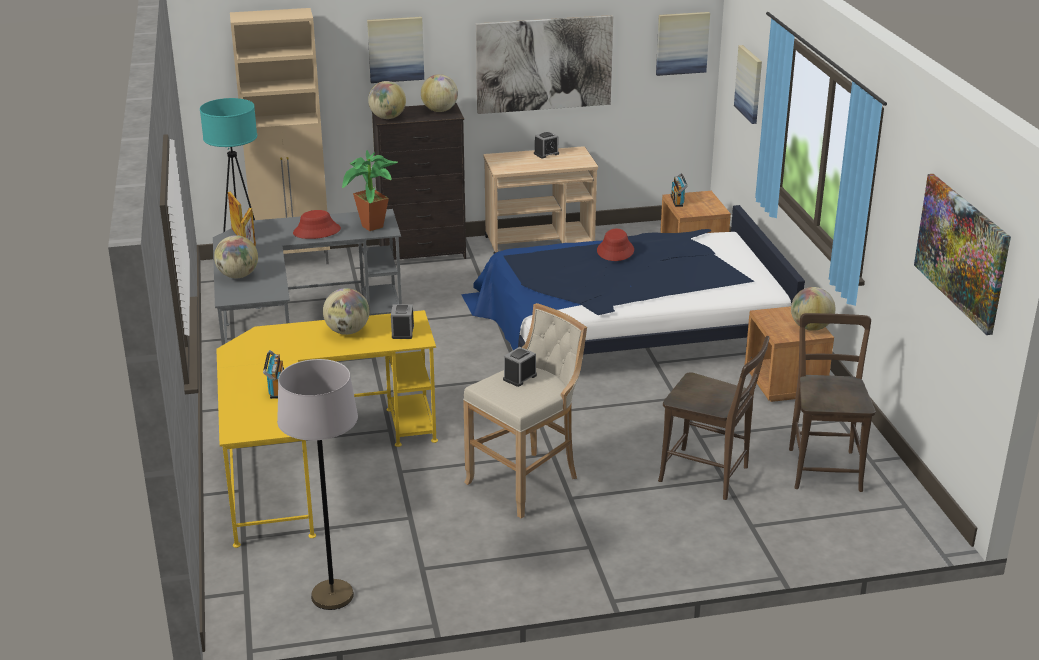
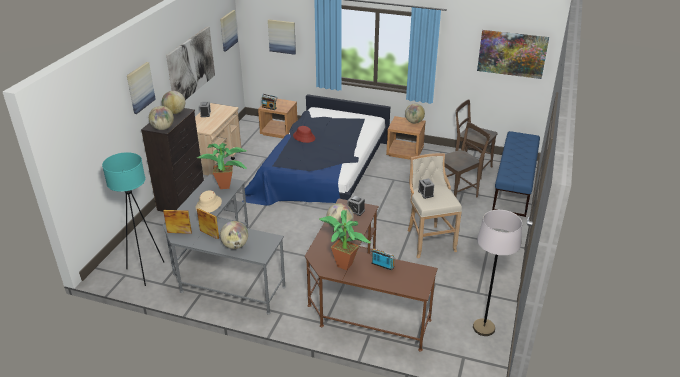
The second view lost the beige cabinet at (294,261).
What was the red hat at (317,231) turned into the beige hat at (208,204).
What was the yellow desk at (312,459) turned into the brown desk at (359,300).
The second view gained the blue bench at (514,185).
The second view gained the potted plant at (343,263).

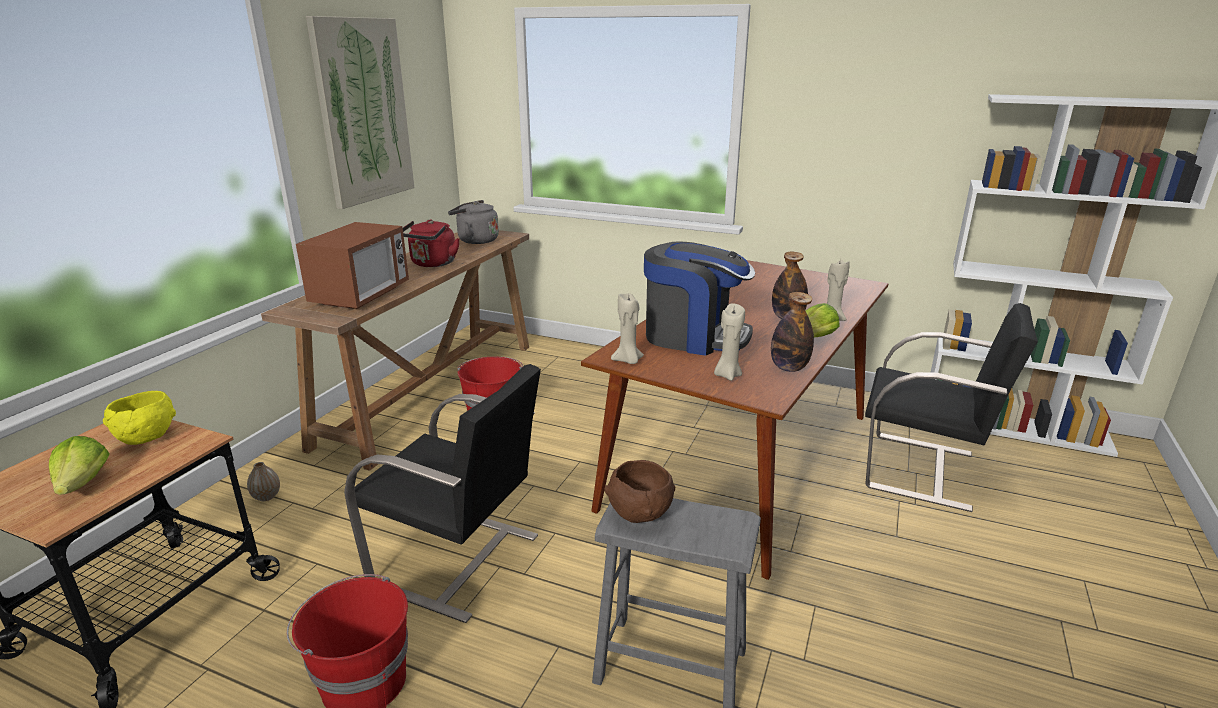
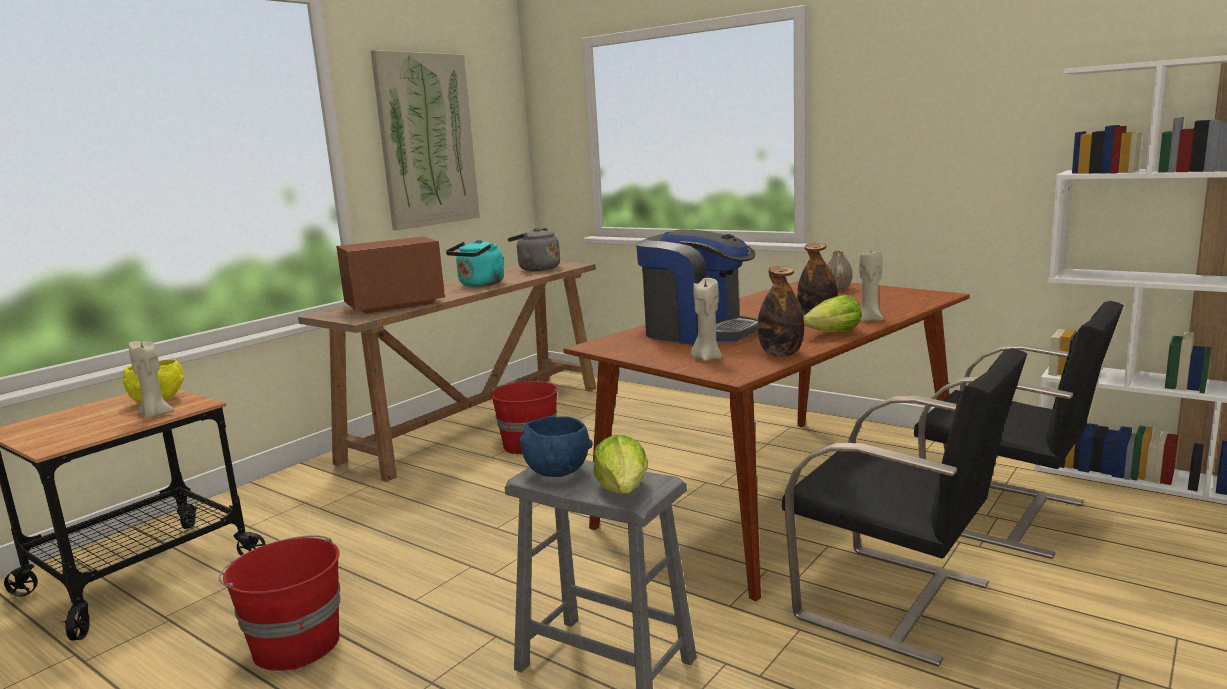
What was the red kettle at (432,264) turned into the turquoise kettle at (480,285).
The microwave at (361,296) ended up facing another way, 150 degrees counterclockwise from before.
The beige candle ended up elsewhere, having gone from (628,361) to (155,415).
The black chair ended up elsewhere, having gone from (458,561) to (896,602).
The lettuce ended up elsewhere, having gone from (83,484) to (623,490).
What was the brown bowl at (640,515) turned into the blue bowl at (557,473).
The vase ended up elsewhere, having gone from (266,497) to (837,289).

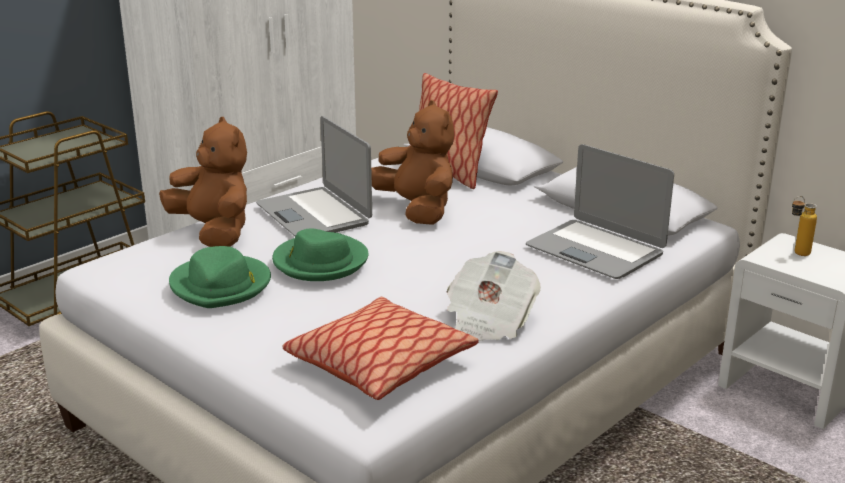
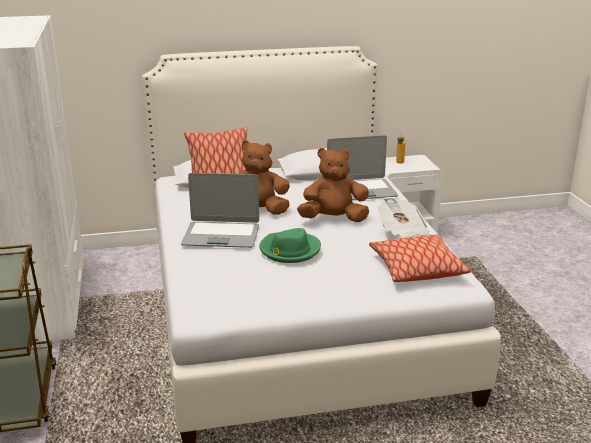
The brown plush toy ended up elsewhere, having gone from (214,232) to (333,219).
The second view lost the green hat at (221,285).

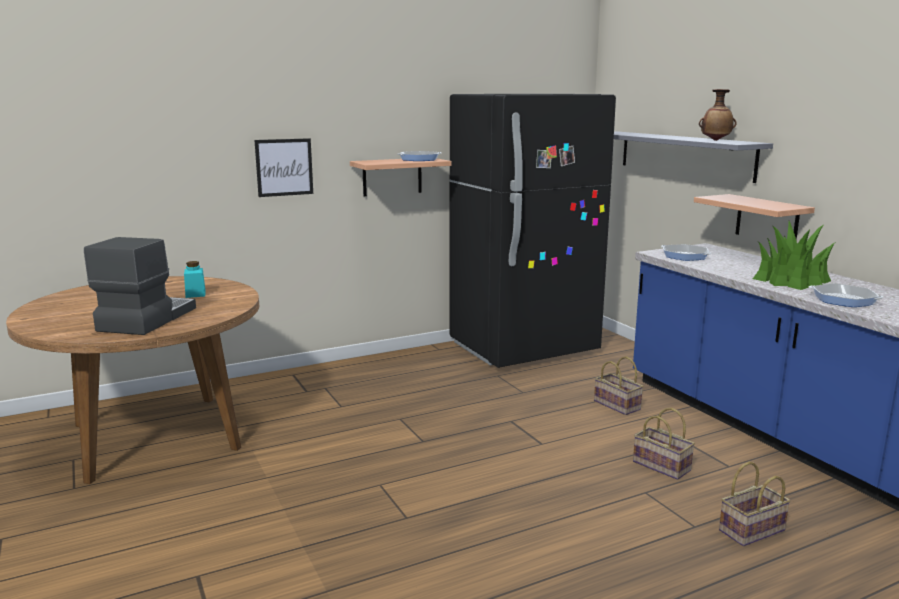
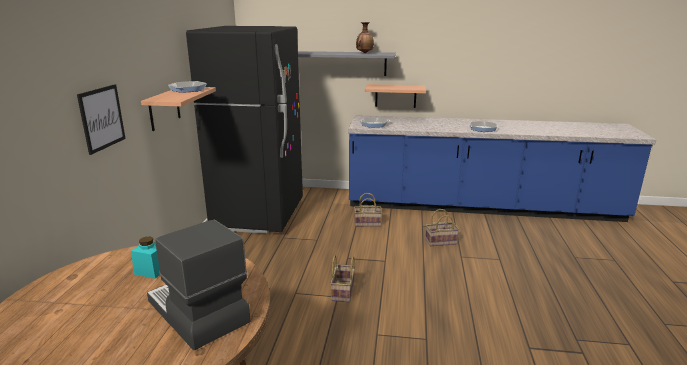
The second view lost the potted plant at (791,280).
The basket ended up elsewhere, having gone from (751,531) to (343,292).

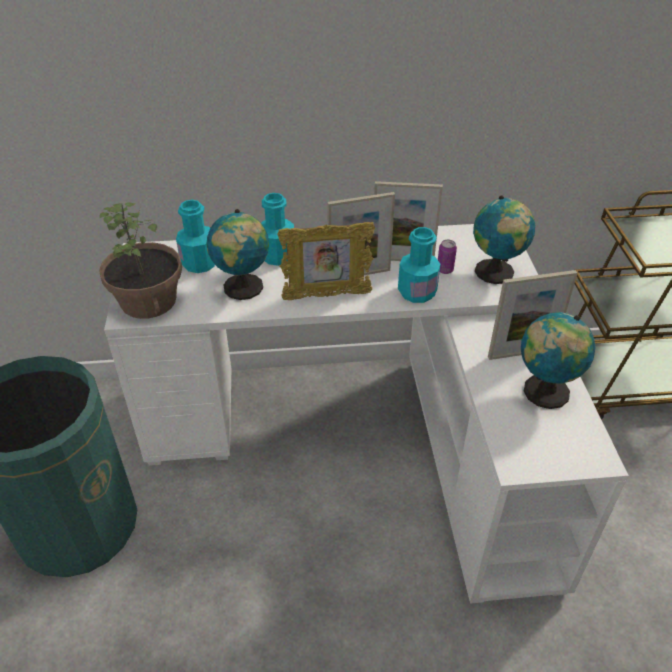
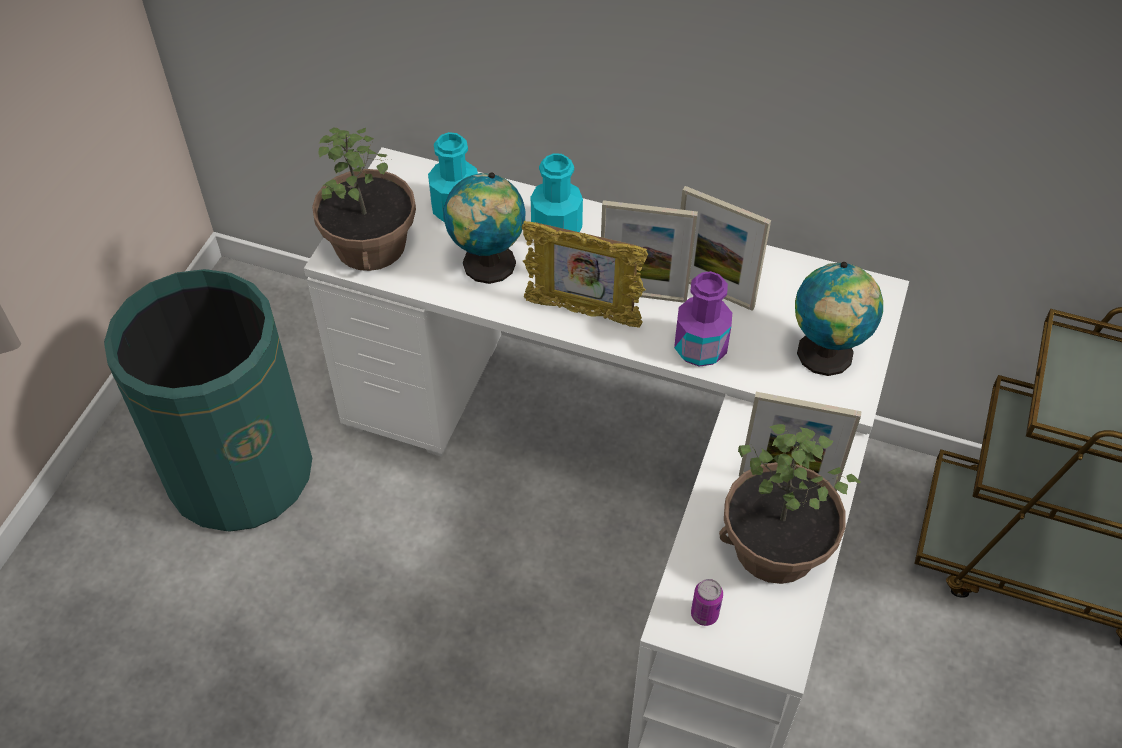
What was the turquoise bottle at (417,292) turned into the purple bottle at (700,348).
The can ended up elsewhere, having gone from (445,270) to (704,614).
Where the globe stood at (543,393), the potted plant came to stand at (775,548).

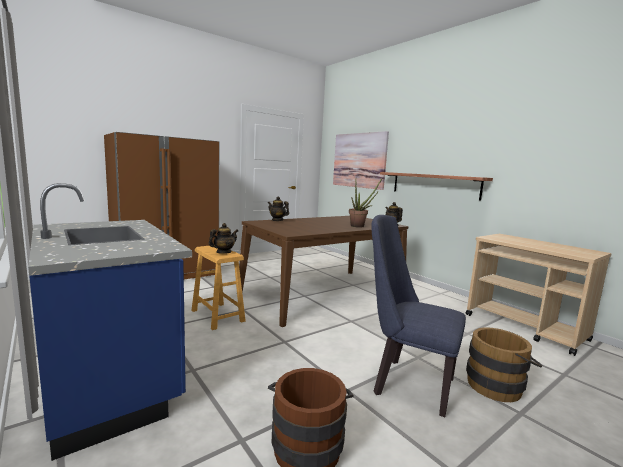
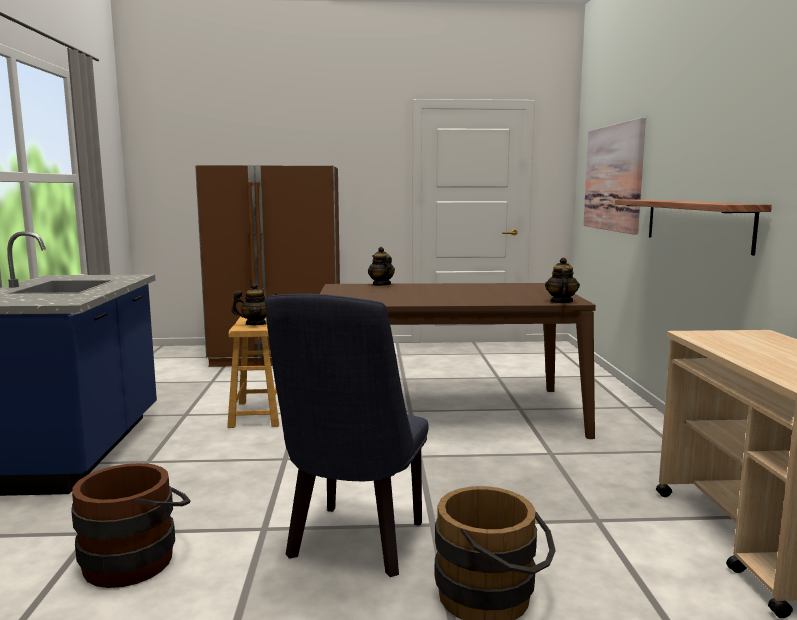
The second view lost the potted plant at (360,226).
The blue chair at (406,383) ended up facing another way, 135 degrees counterclockwise from before.

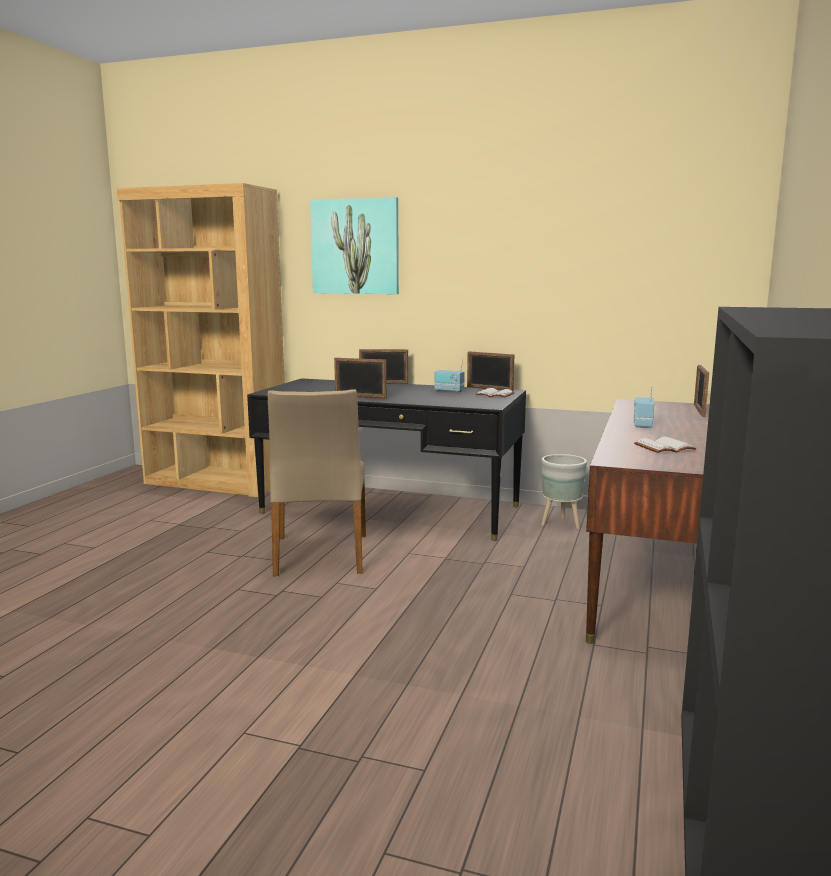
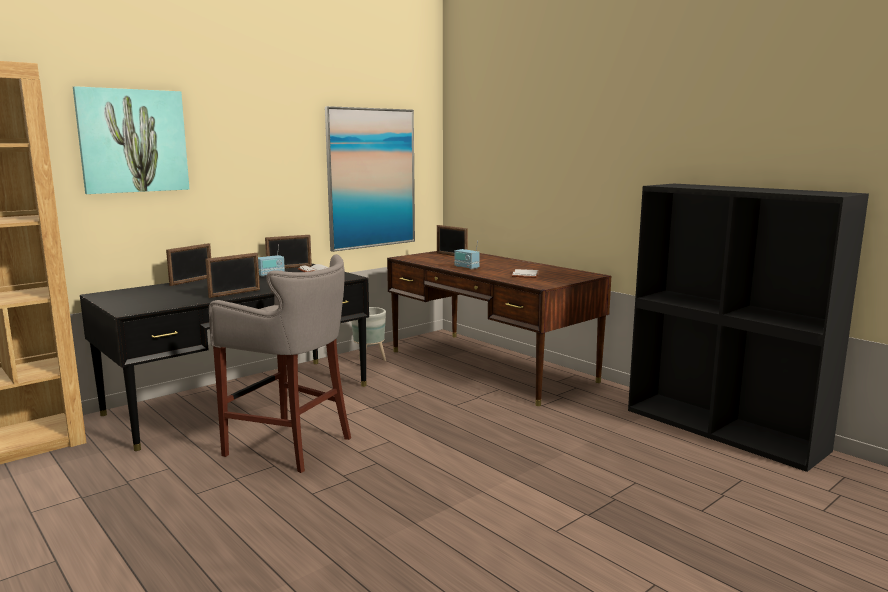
Where the beige chair stood at (320,554), the grey stool came to stand at (292,446).
The second view gained the picture at (371,178).

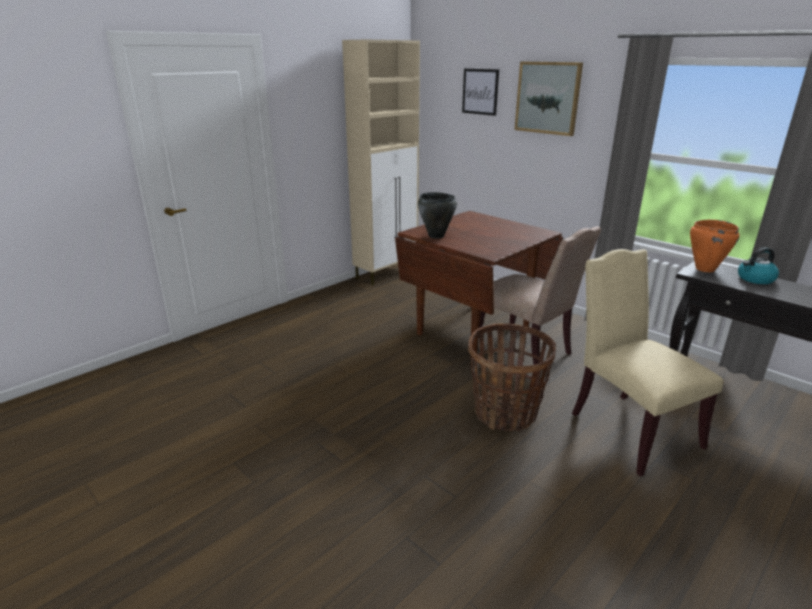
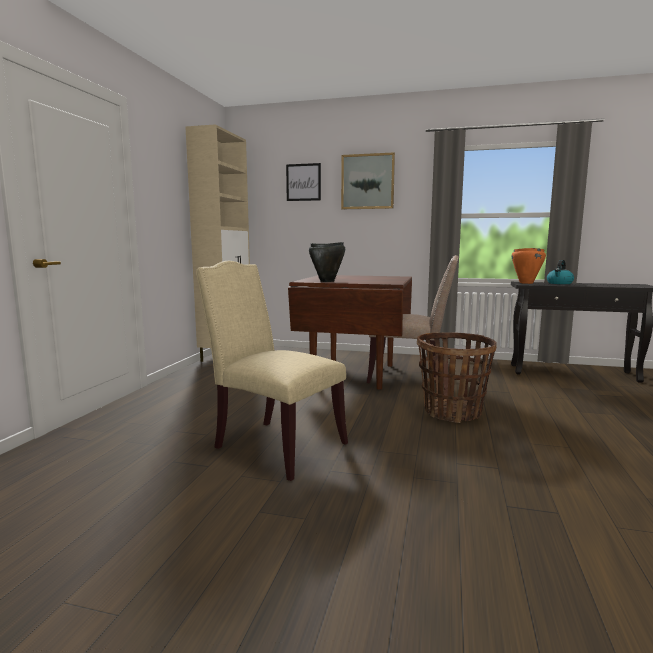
The beige chair ended up elsewhere, having gone from (628,428) to (274,445).

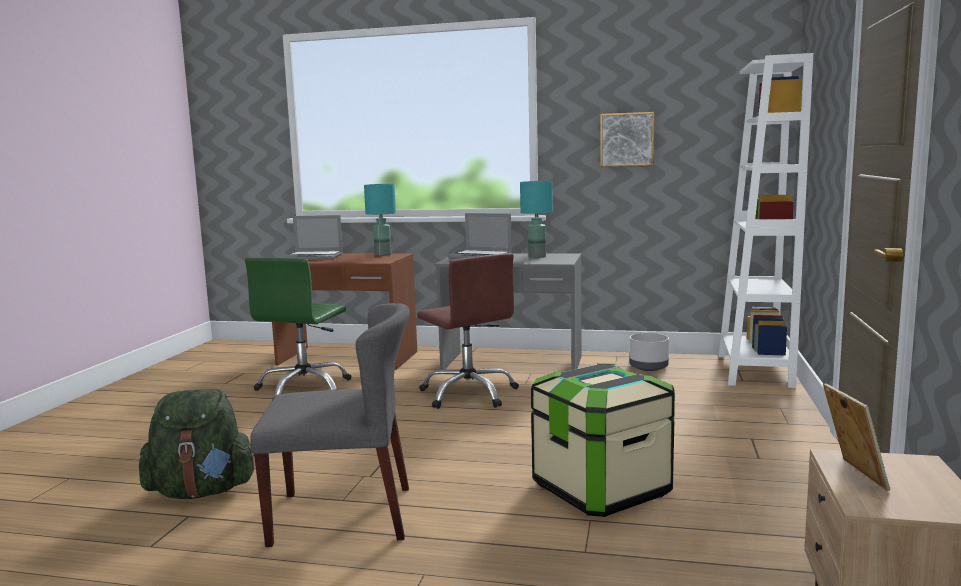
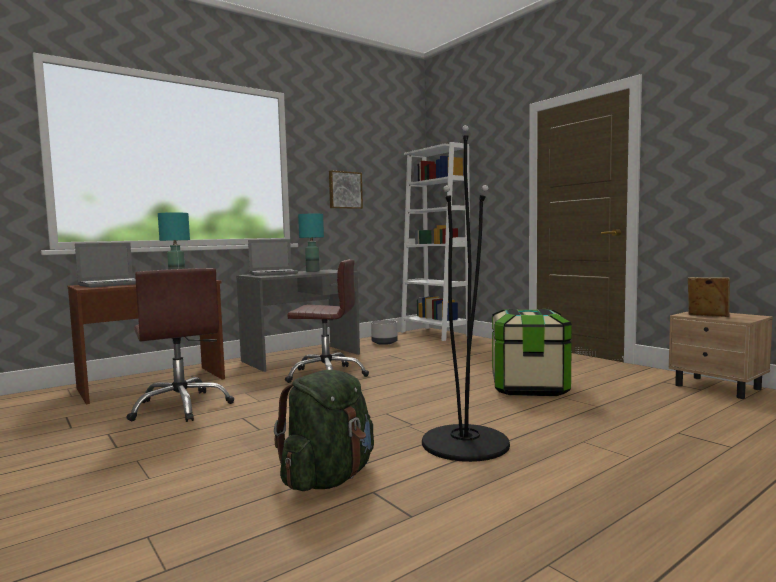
What was the green office chair at (304,389) turned into the brown office chair at (181,407).
Where the grey chair stood at (344,515), the black floor lamp came to stand at (465,443).

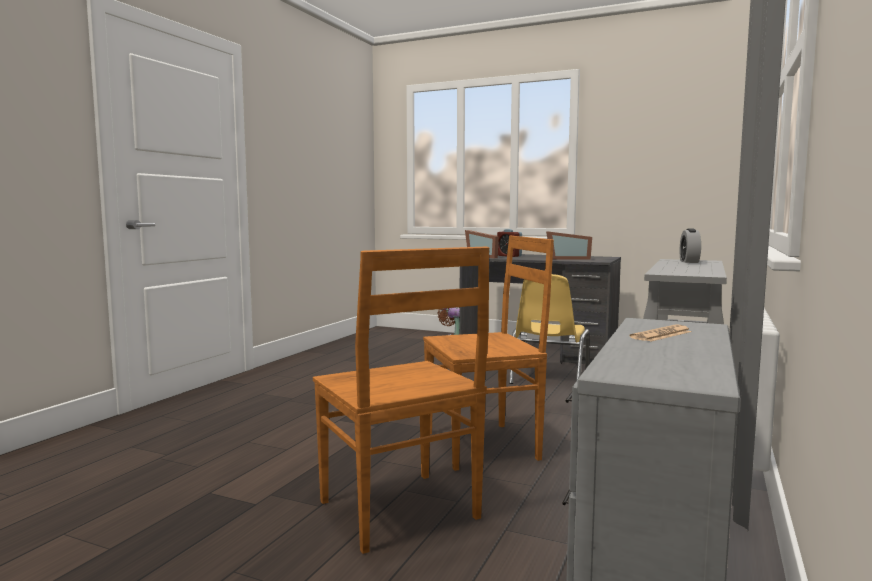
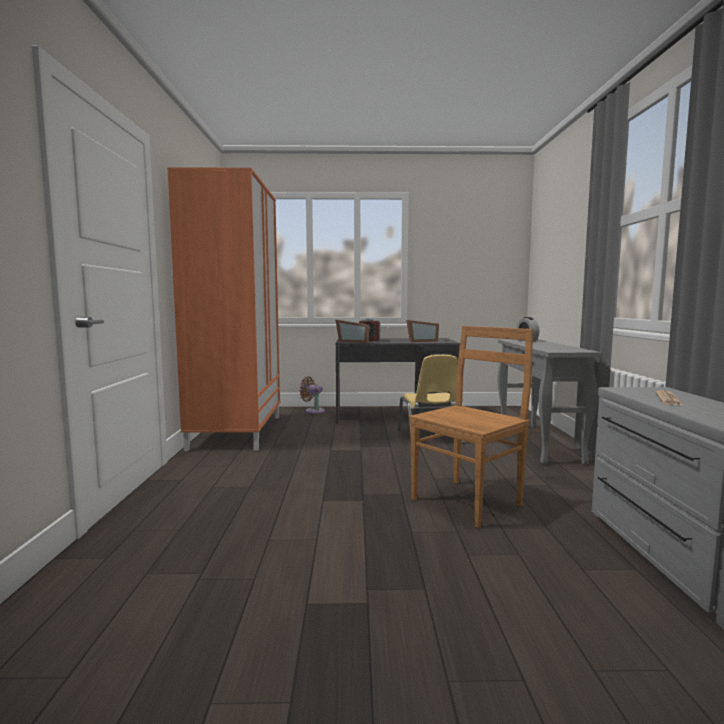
The second view lost the brown chair at (400,512).
The second view gained the orange wardrobe at (237,432).

